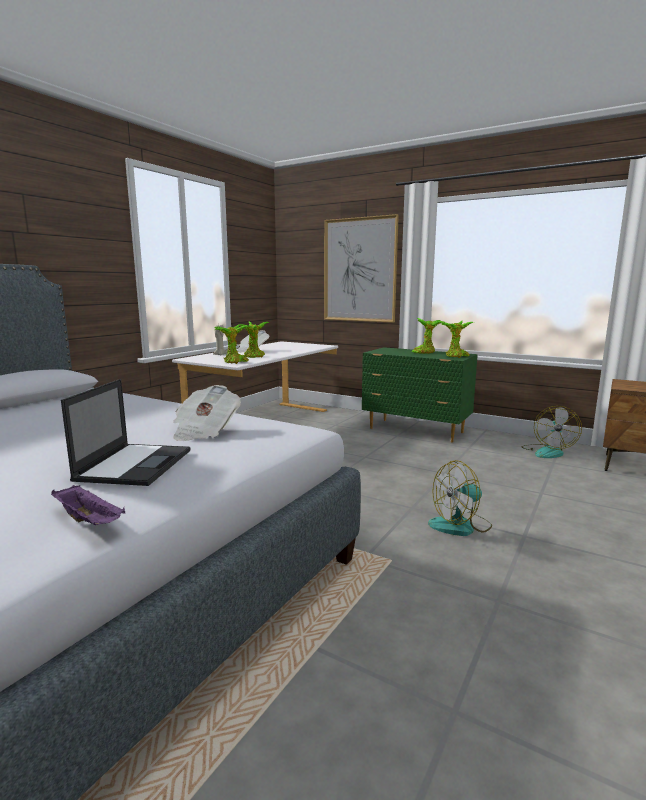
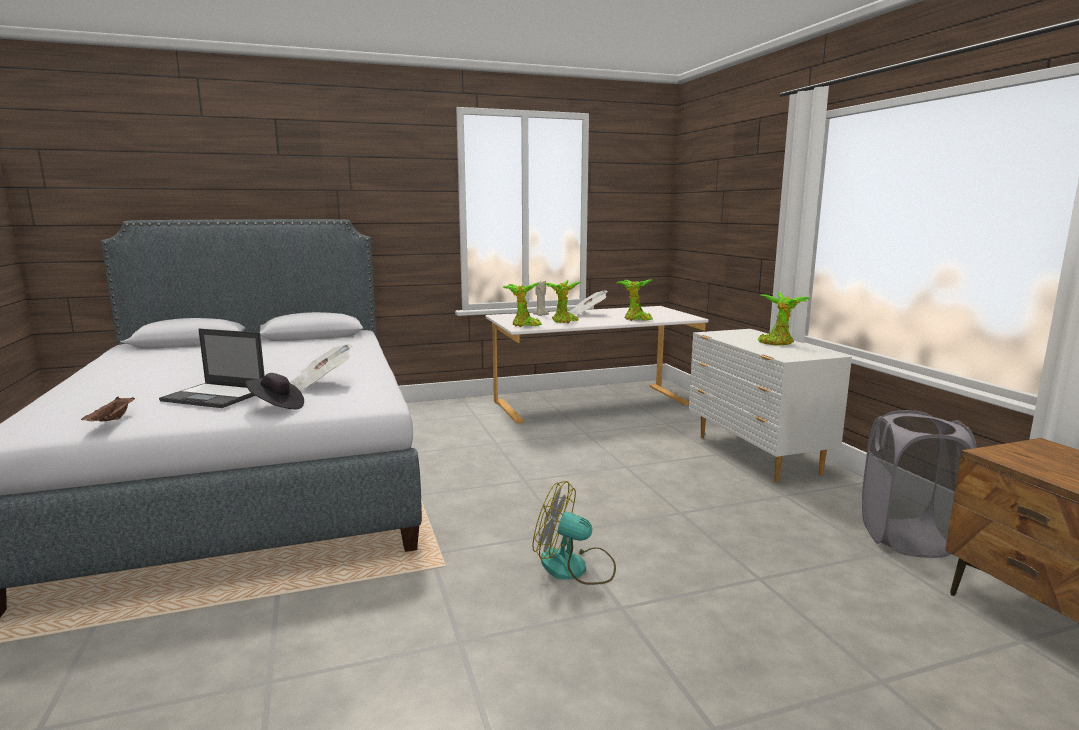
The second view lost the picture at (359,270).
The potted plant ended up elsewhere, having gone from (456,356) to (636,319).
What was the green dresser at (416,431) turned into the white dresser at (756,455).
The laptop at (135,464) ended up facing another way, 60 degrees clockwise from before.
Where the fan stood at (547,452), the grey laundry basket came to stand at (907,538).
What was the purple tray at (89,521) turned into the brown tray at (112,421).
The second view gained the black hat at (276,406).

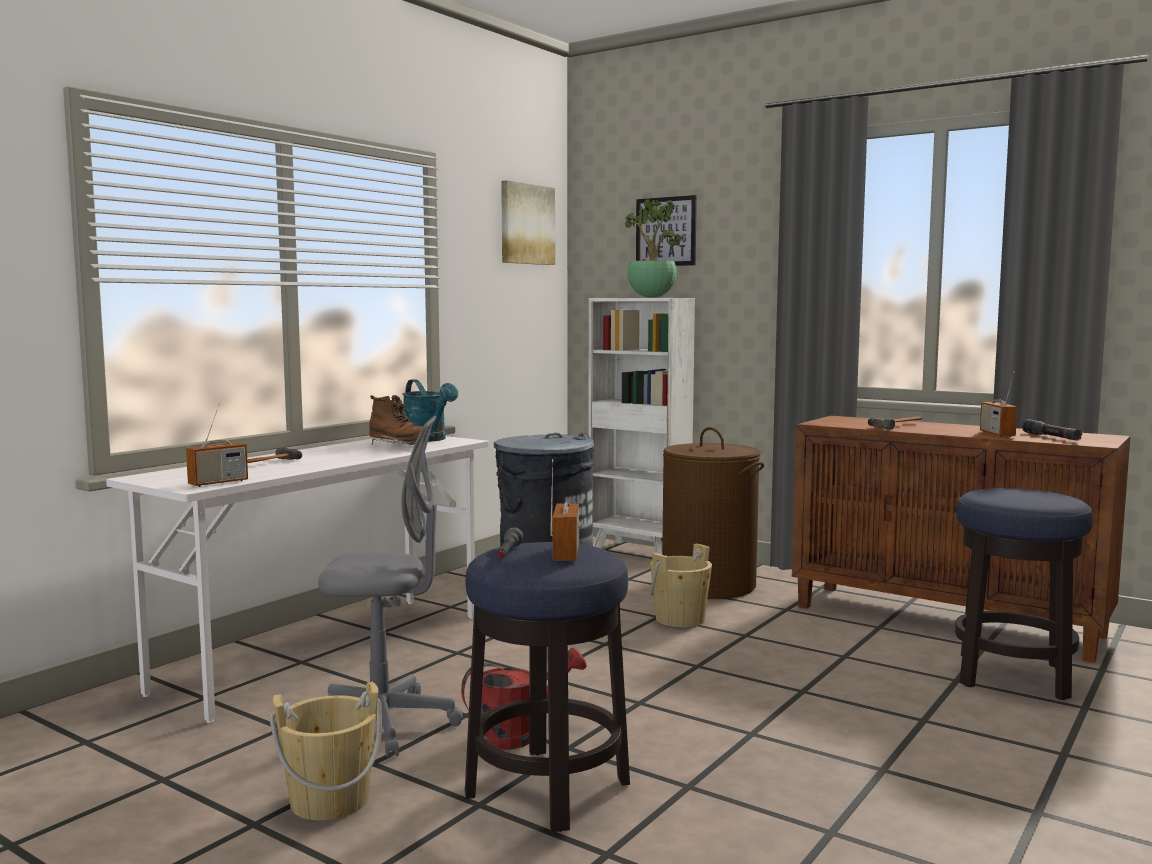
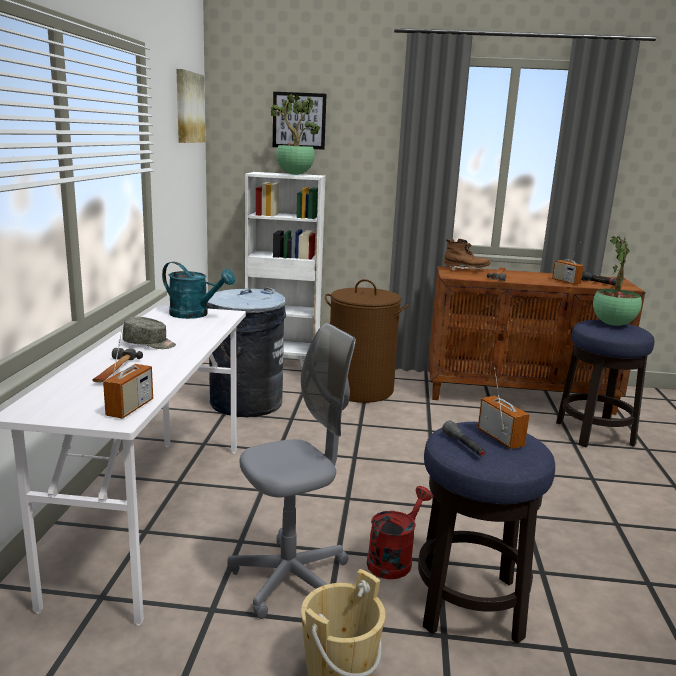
The brown boot ended up elsewhere, having gone from (399,446) to (465,270).
The second view lost the beige bucket at (680,619).
The second view gained the potted plant at (613,325).
The second view gained the grey cap at (149,344).

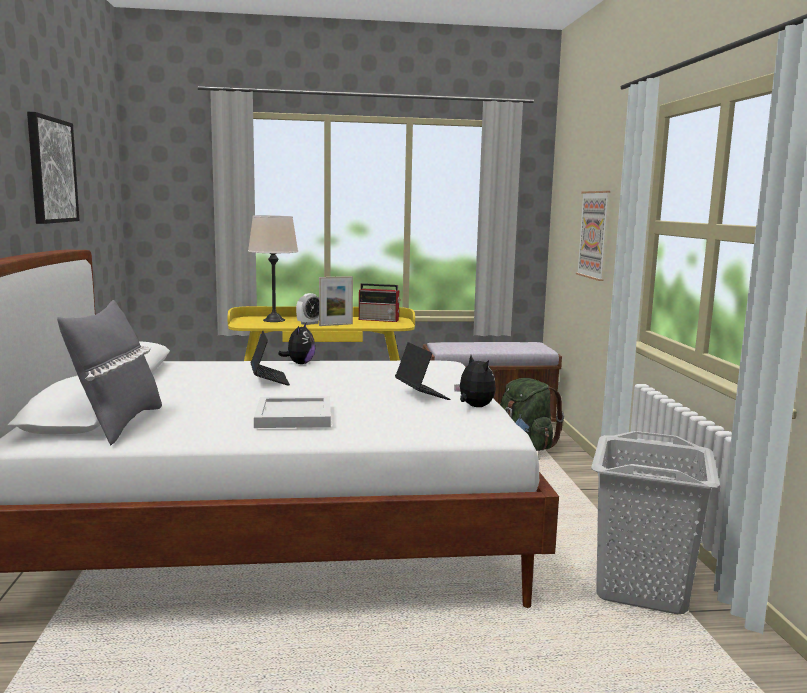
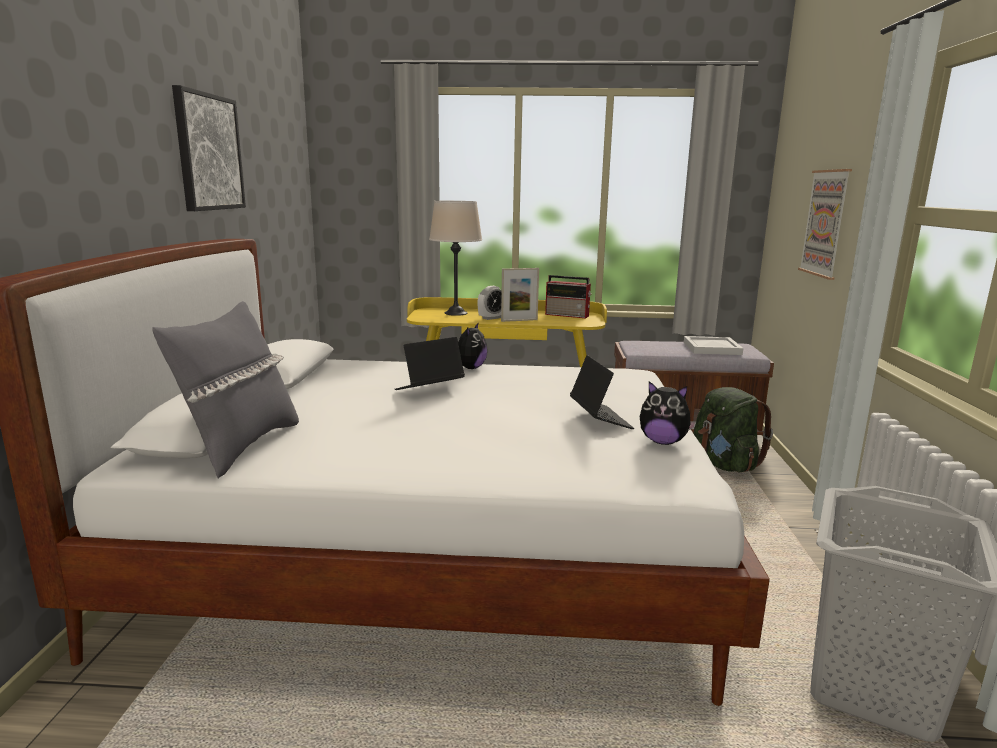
The laptop at (269,379) ended up facing another way, 120 degrees counterclockwise from before.
The plush toy at (474,407) ended up facing another way, 135 degrees clockwise from before.
The white tray ended up elsewhere, having gone from (292,416) to (711,348).

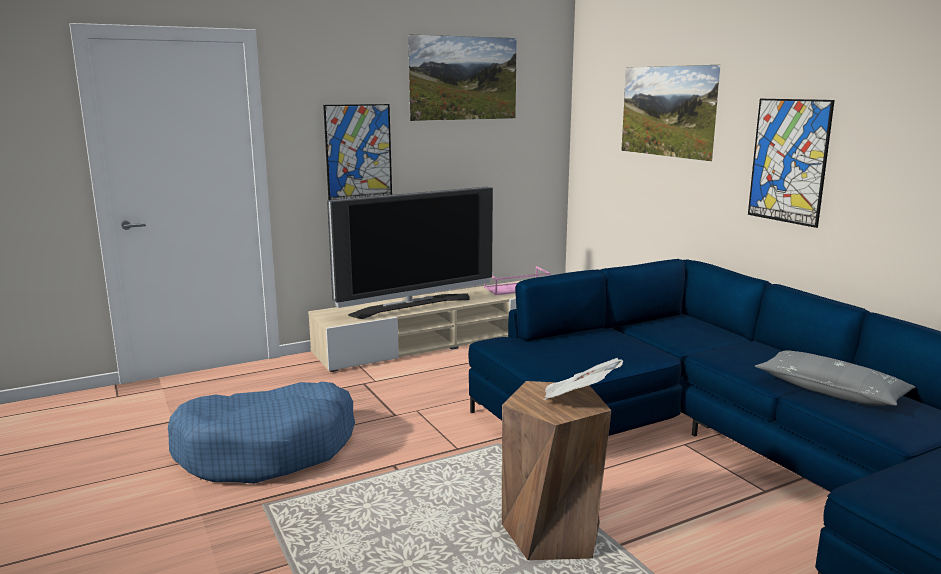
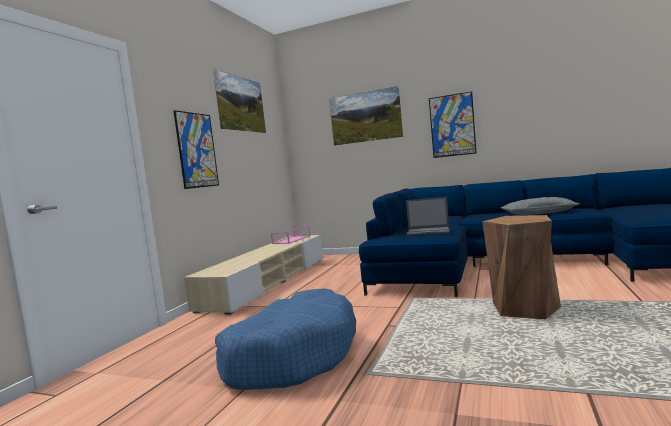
The second view lost the television at (412,306).
The second view lost the newspaper at (579,399).
The second view gained the laptop at (428,231).

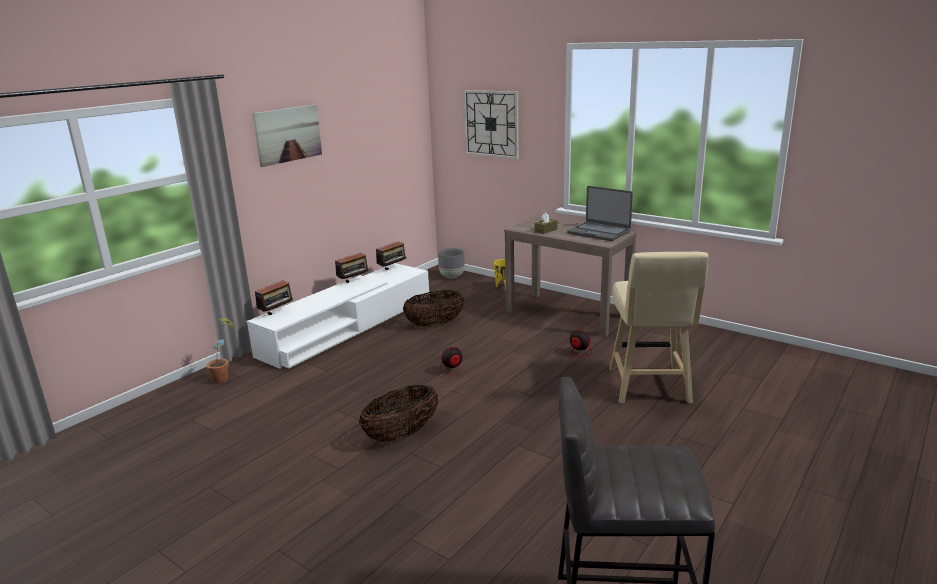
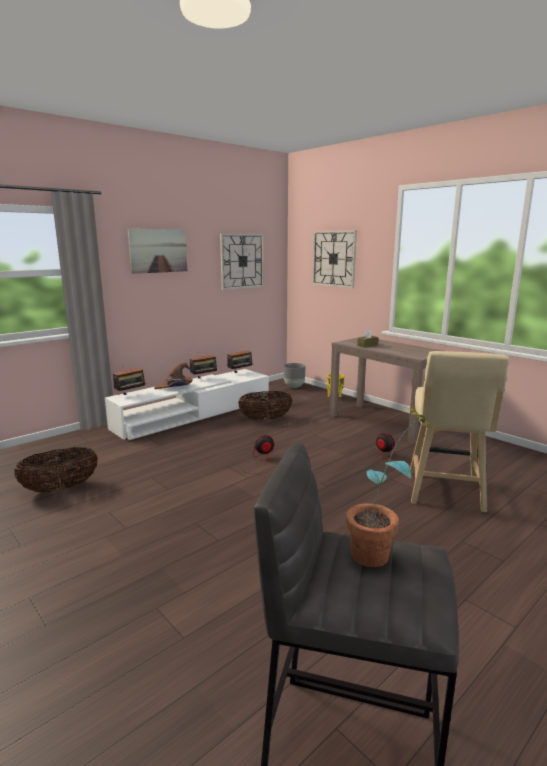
The second view lost the laptop at (599,232).
The potted plant ended up elsewhere, having gone from (225,379) to (382,555).
The basket ended up elsewhere, having gone from (402,434) to (60,488).
The second view gained the wall clock at (242,261).
The second view gained the brown hat at (175,387).

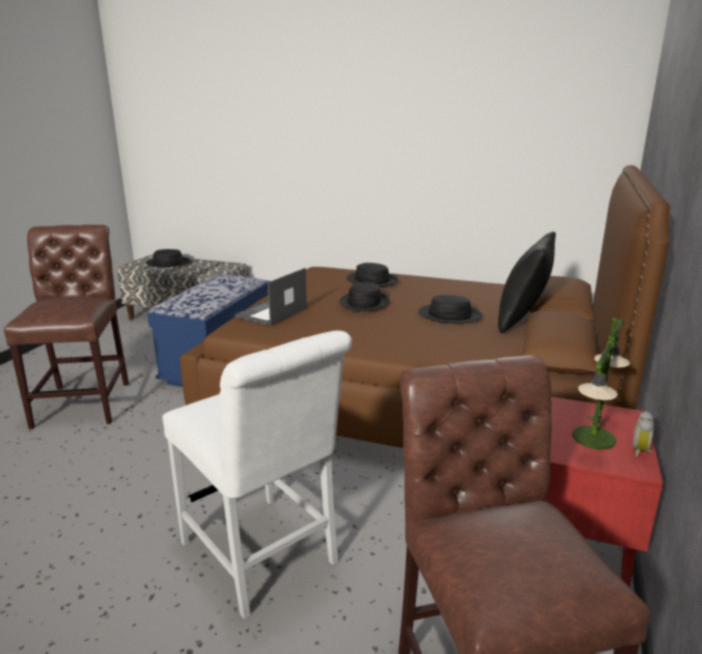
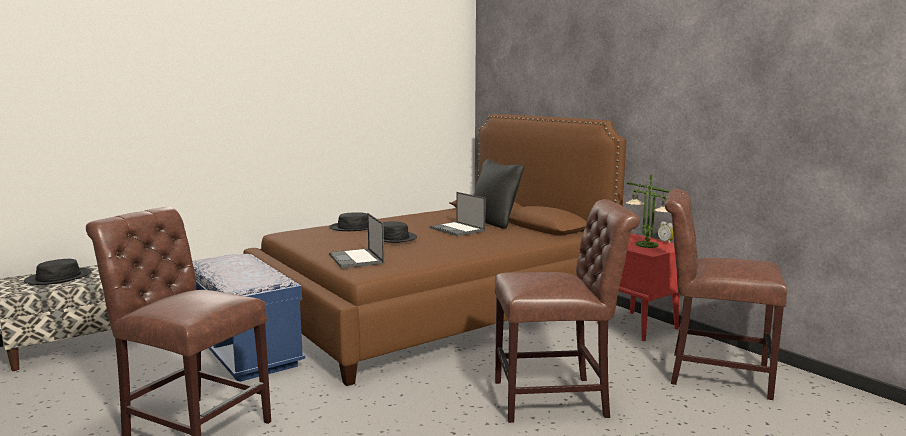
Where the black hat stood at (449,315), the laptop came to stand at (457,229).
What was the white chair at (262,558) turned into the brown chair at (557,399).

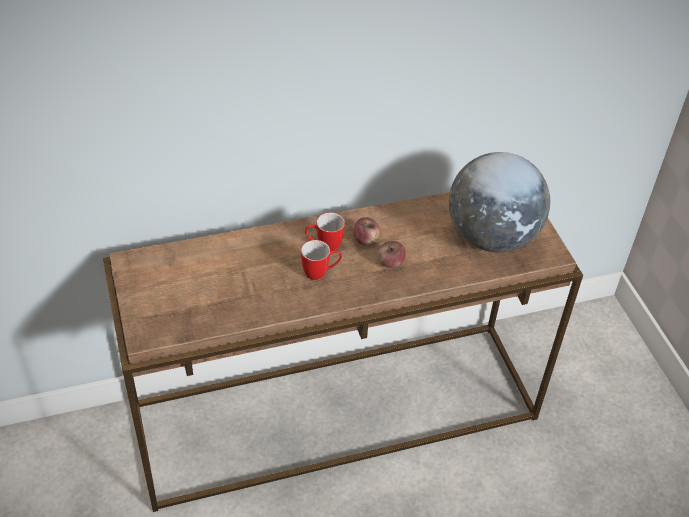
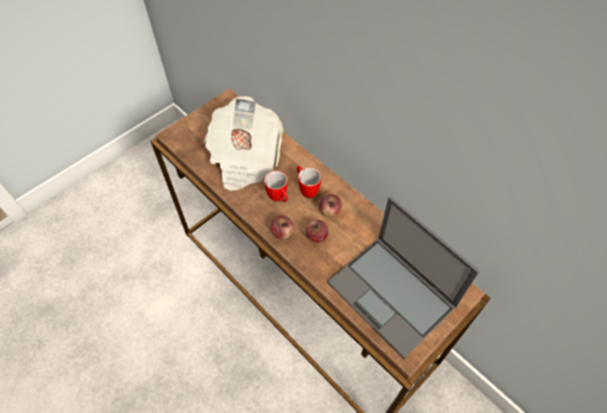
Where the globe stood at (491,237), the laptop came to stand at (392,295).
The second view gained the newspaper at (245,159).
The second view gained the apple at (282,232).

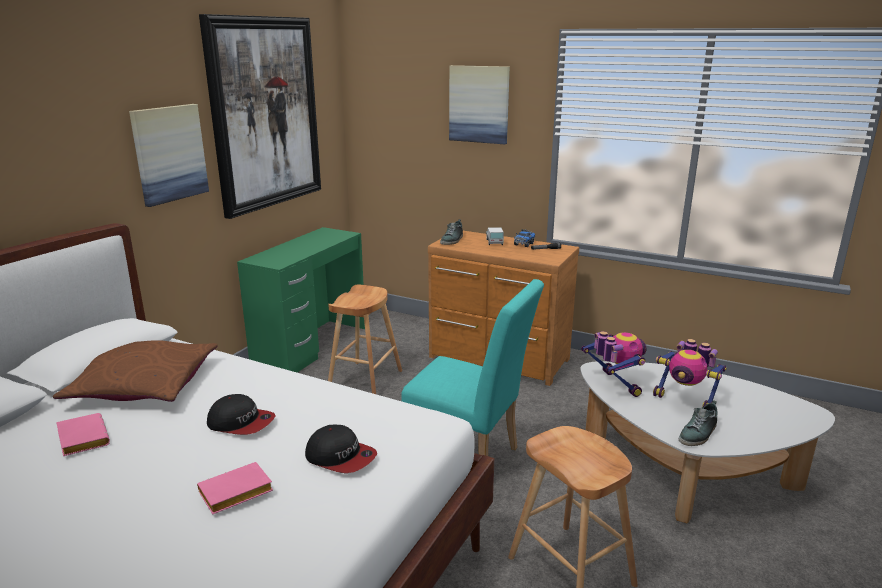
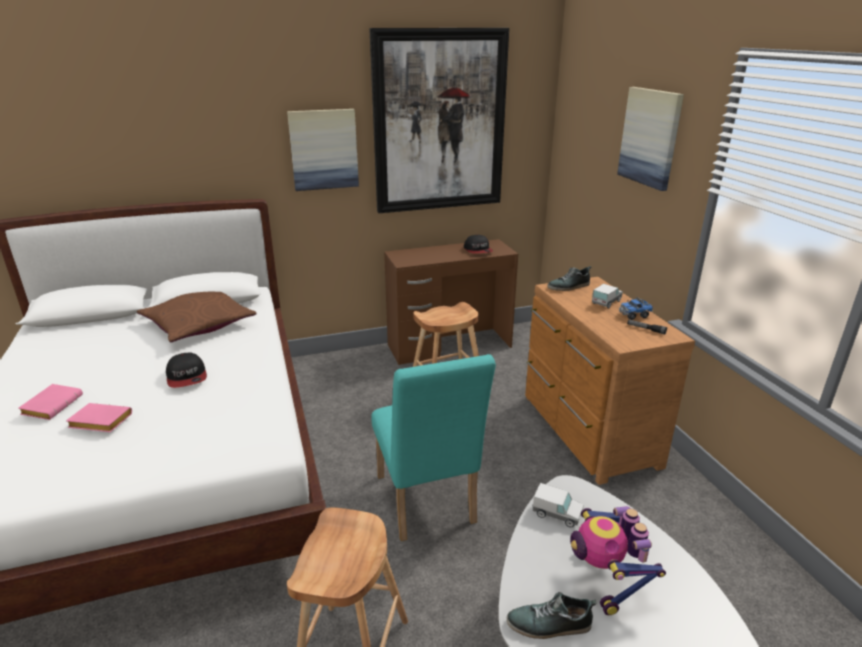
What was the green desk at (311,347) turned into the brown desk at (449,345).
Where the toy robot stood at (614,385), the toy truck came to stand at (557,514).
The pink book ended up elsewhere, having gone from (81,439) to (52,405).
The cap ended up elsewhere, having gone from (341,457) to (478,250).

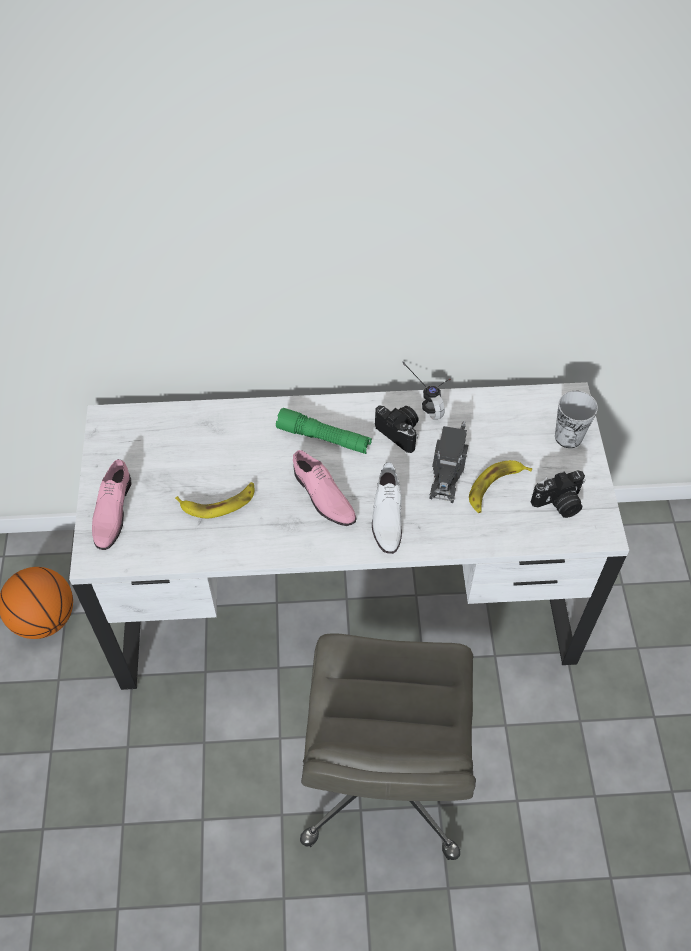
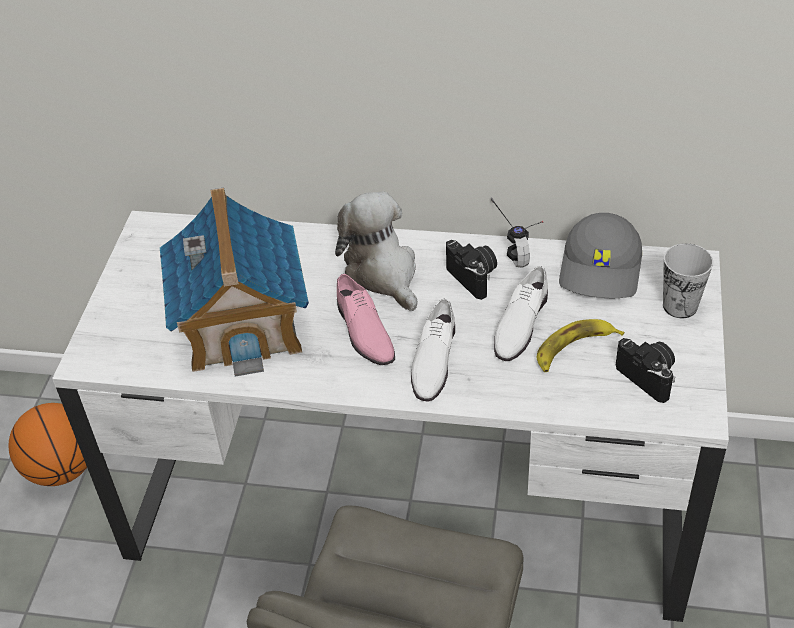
Where the green flashlight stood at (324,438), the plush toy came to stand at (383,272).
Where the toy truck stood at (447,471), the white shoe came to stand at (519,324).
The second view lost the pink shoe at (112,511).
The photo camera at (559,504) ended up facing another way, 120 degrees counterclockwise from before.
Where the banana stood at (218,502), the toy house came to stand at (242,323).
The second view gained the grey cap at (602,269).

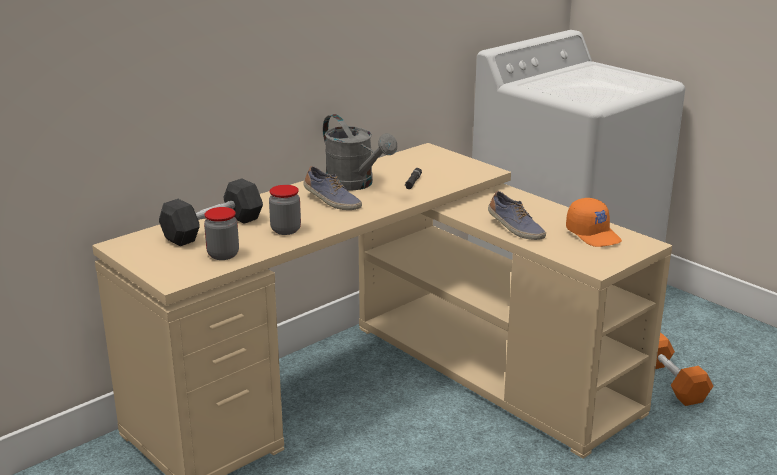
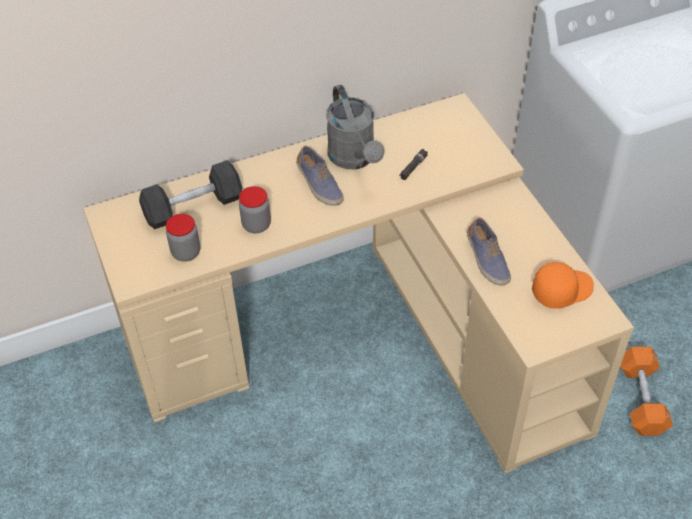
The orange cap at (594,235) ended up facing another way, 105 degrees counterclockwise from before.

